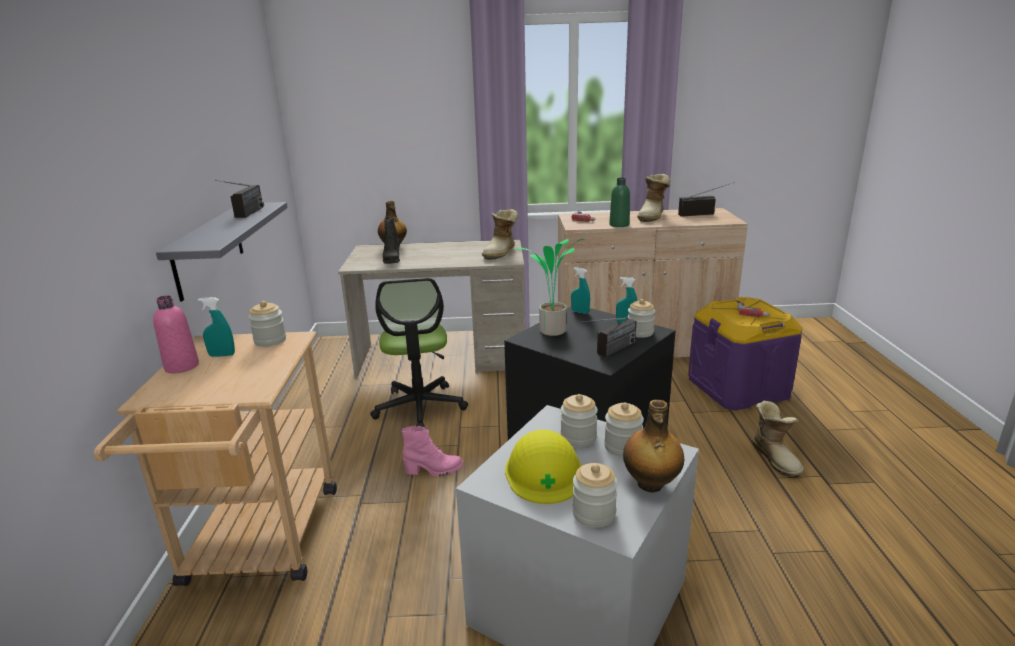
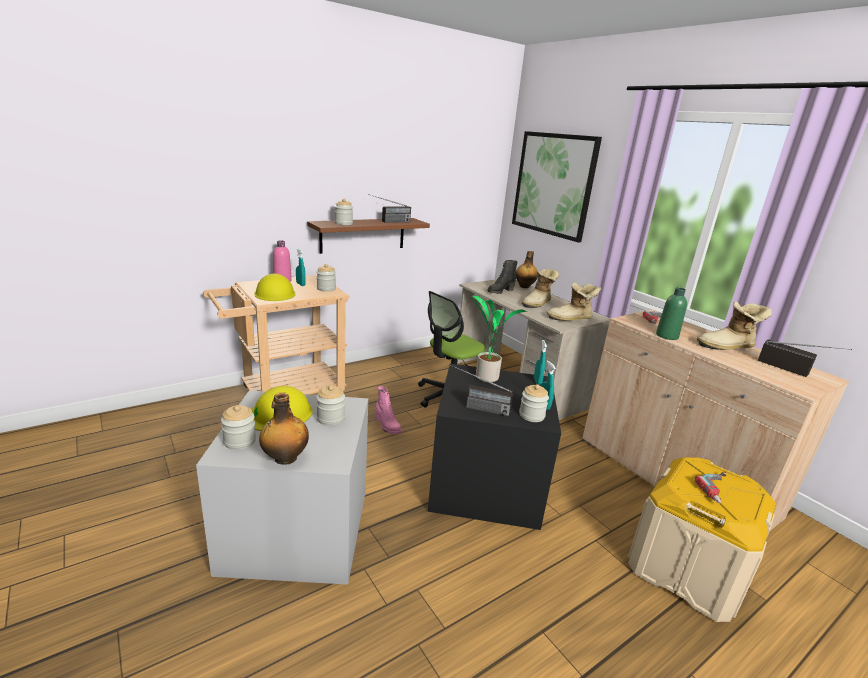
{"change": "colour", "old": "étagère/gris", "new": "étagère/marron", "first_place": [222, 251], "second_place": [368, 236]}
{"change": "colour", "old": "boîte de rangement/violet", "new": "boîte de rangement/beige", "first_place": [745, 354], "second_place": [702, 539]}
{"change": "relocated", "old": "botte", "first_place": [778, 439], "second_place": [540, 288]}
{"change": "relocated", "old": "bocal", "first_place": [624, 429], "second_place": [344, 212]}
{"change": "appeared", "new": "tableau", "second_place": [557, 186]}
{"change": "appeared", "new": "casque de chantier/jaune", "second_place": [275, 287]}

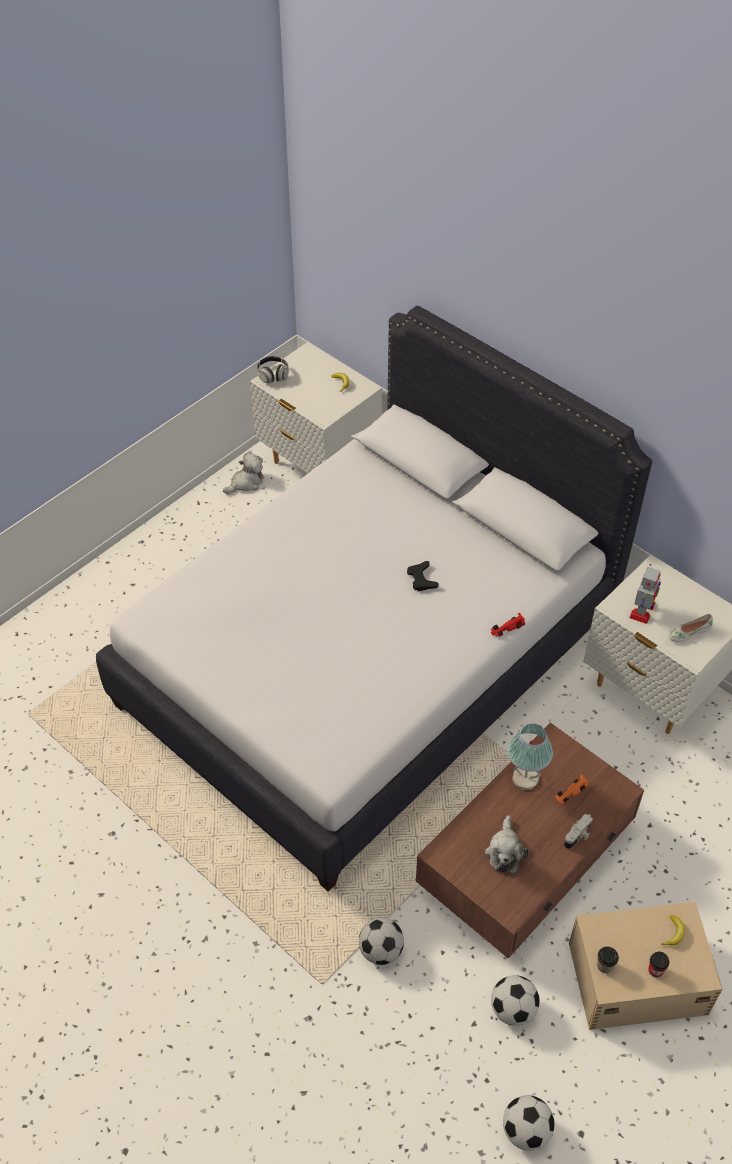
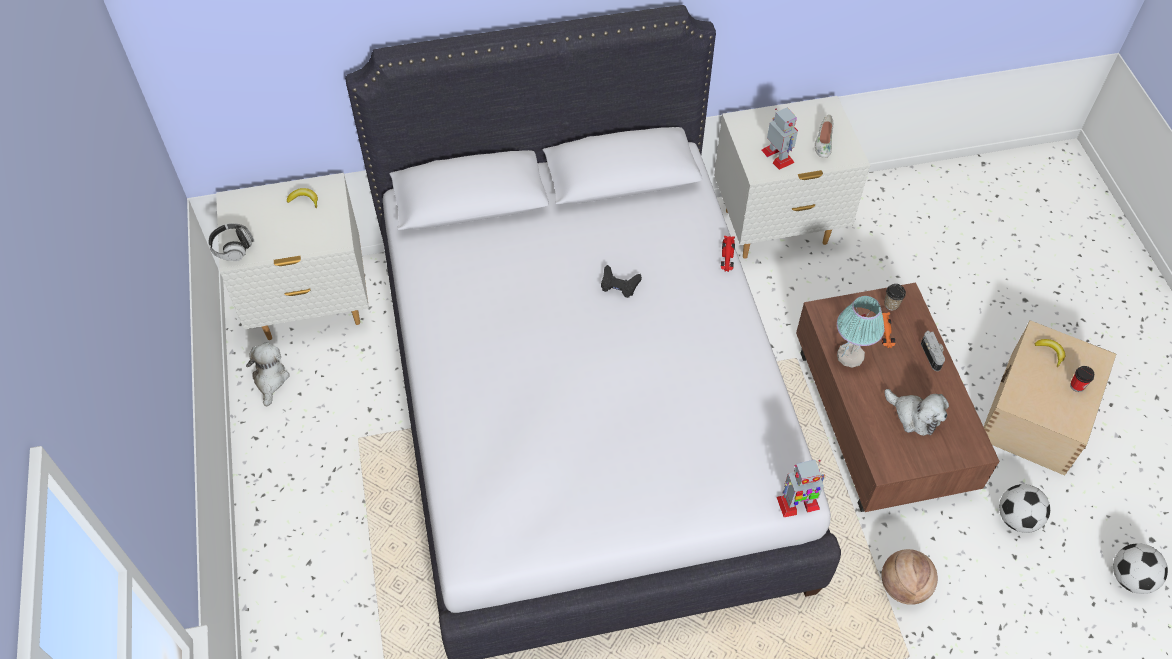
{"change": "exchanged", "old": "ballon de foot", "new": "ballon de basket", "first_place": [381, 941], "second_place": [909, 577]}
{"change": "relocated", "old": "tasse", "first_place": [608, 959], "second_place": [895, 297]}
{"change": "appeared", "new": "robot jouet", "second_place": [800, 488]}

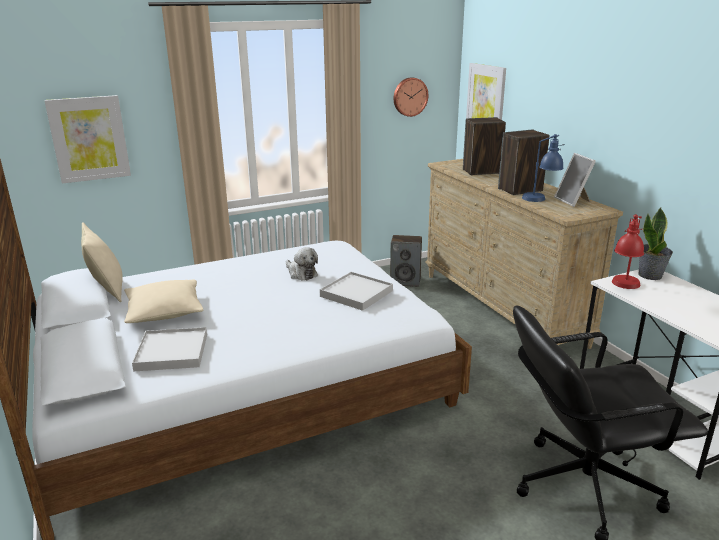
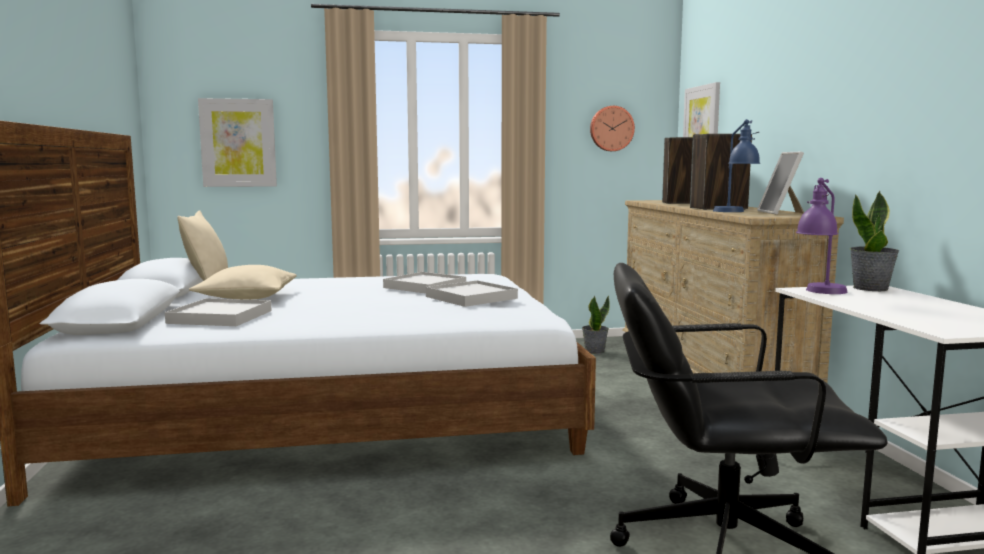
{"change": "colour", "old": "lampe de table/rouge", "new": "lampe de table/violet", "first_place": [628, 251], "second_place": [821, 236]}
{"change": "exchanged", "old": "enceinte", "new": "plante en pot", "first_place": [406, 261], "second_place": [596, 325]}
{"change": "exchanged", "old": "peluche", "new": "plateau/blanc", "first_place": [302, 263], "second_place": [424, 283]}

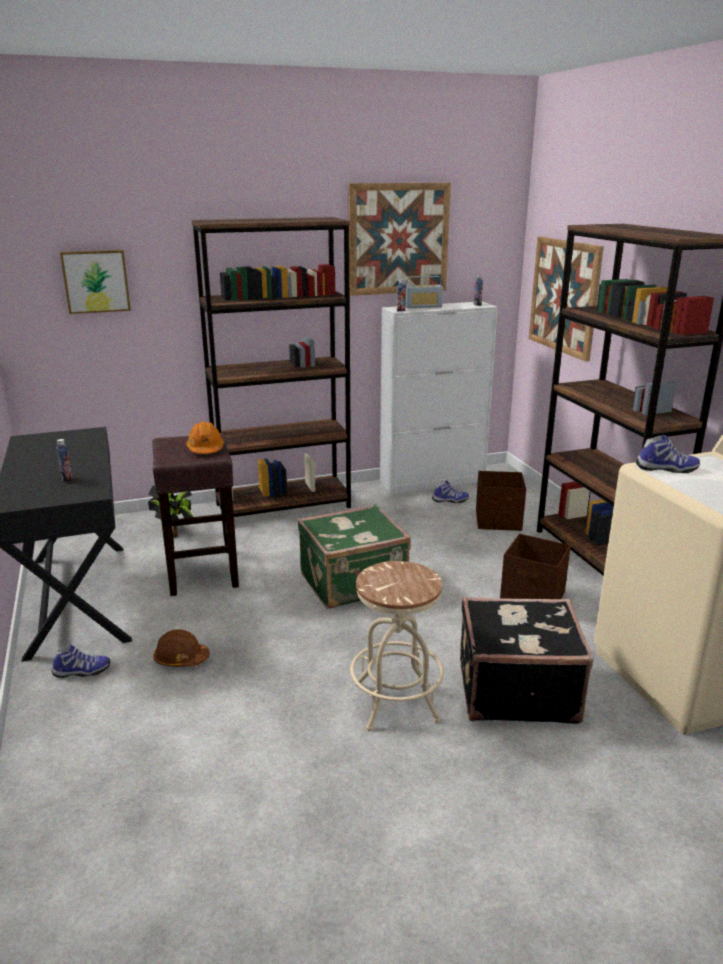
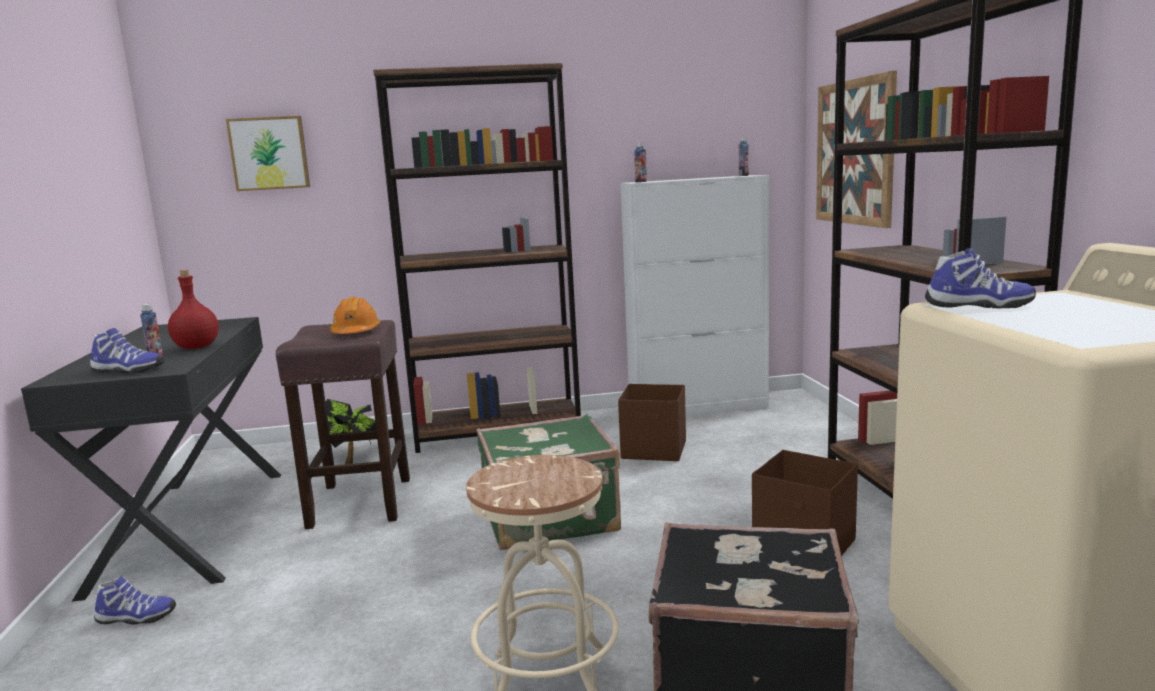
{"change": "missing", "old": "tableau", "first_place": [399, 239]}
{"change": "missing", "old": "radio", "first_place": [424, 292]}
{"change": "relocated", "old": "boîte de rangement/marron", "first_place": [501, 501], "second_place": [652, 422]}
{"change": "relocated", "old": "chaussure", "first_place": [450, 491], "second_place": [127, 350]}
{"change": "missing", "old": "casque de chantier/marron", "first_place": [181, 648]}
{"change": "appeared", "new": "bouteille/rouge", "second_place": [193, 309]}

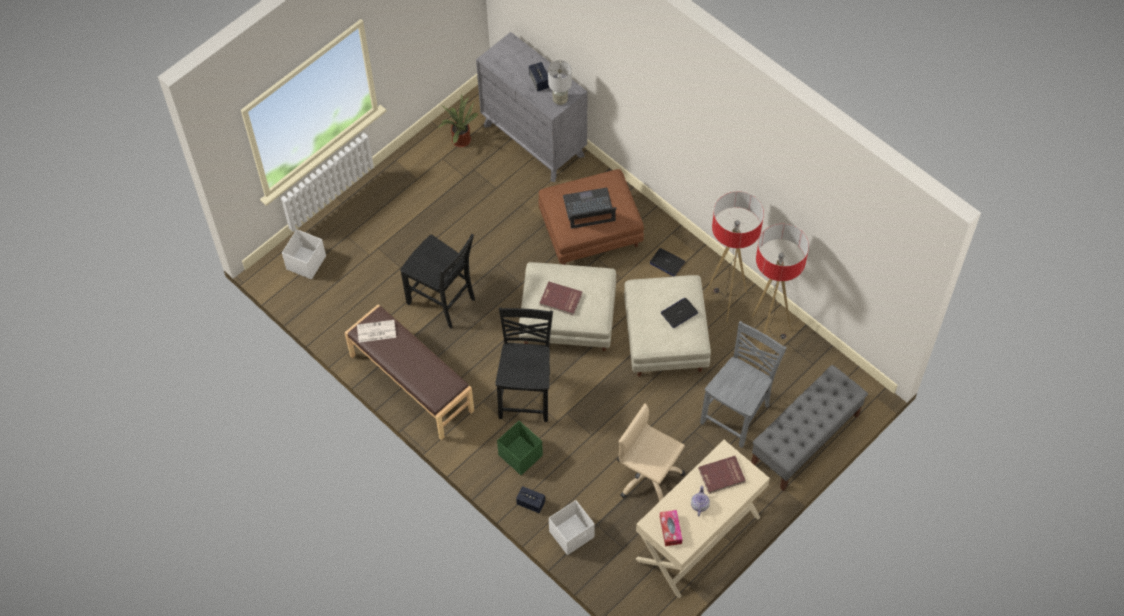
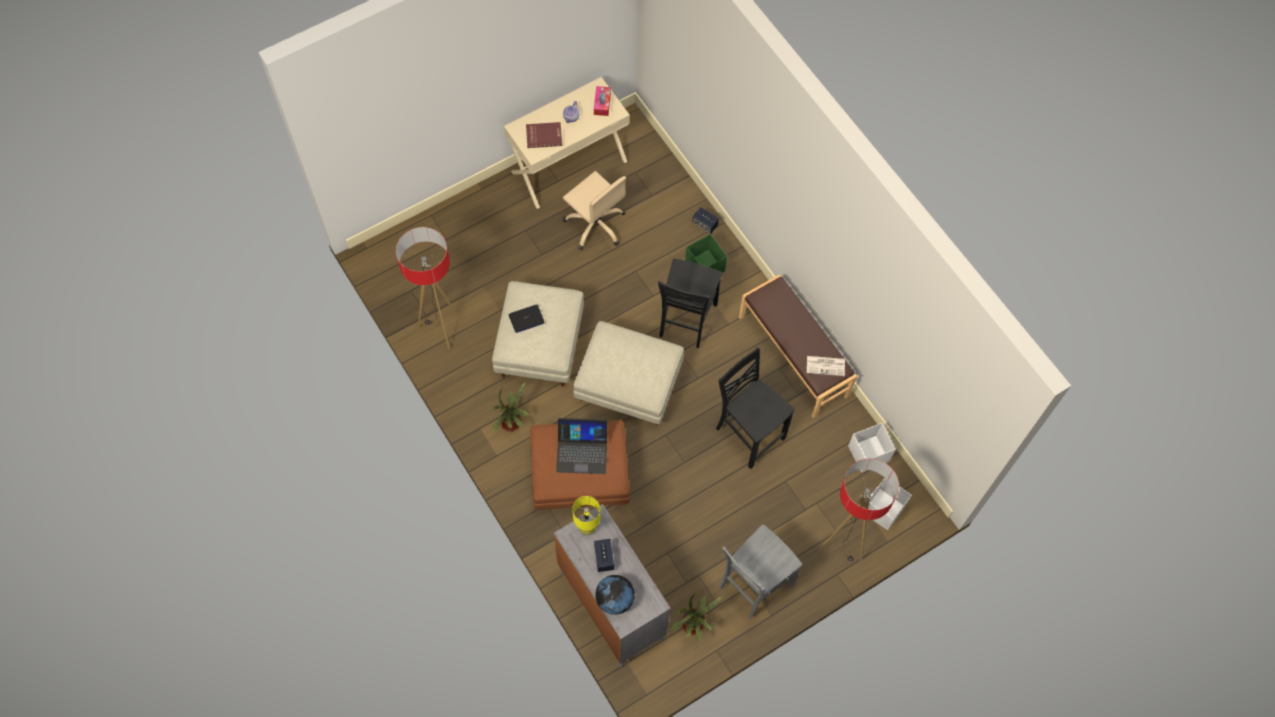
{"change": "colour", "old": "lampe de table/gris", "new": "lampe de table/jaune", "first_place": [560, 82], "second_place": [586, 515]}
{"change": "relocated", "old": "lampadaire", "first_place": [735, 257], "second_place": [859, 510]}
{"change": "exchanged", "old": "ordinateur portable", "new": "plante en pot", "first_place": [667, 262], "second_place": [510, 406]}
{"change": "missing", "old": "livre/rouge", "first_place": [561, 299]}
{"change": "relocated", "old": "chaise/gris", "first_place": [743, 384], "second_place": [760, 572]}
{"change": "missing", "old": "banc/gris", "first_place": [809, 428]}
{"change": "relocated", "old": "boîte de rangement/blanc", "first_place": [572, 527], "second_place": [872, 447]}
{"change": "appeared", "new": "globe", "second_place": [615, 595]}

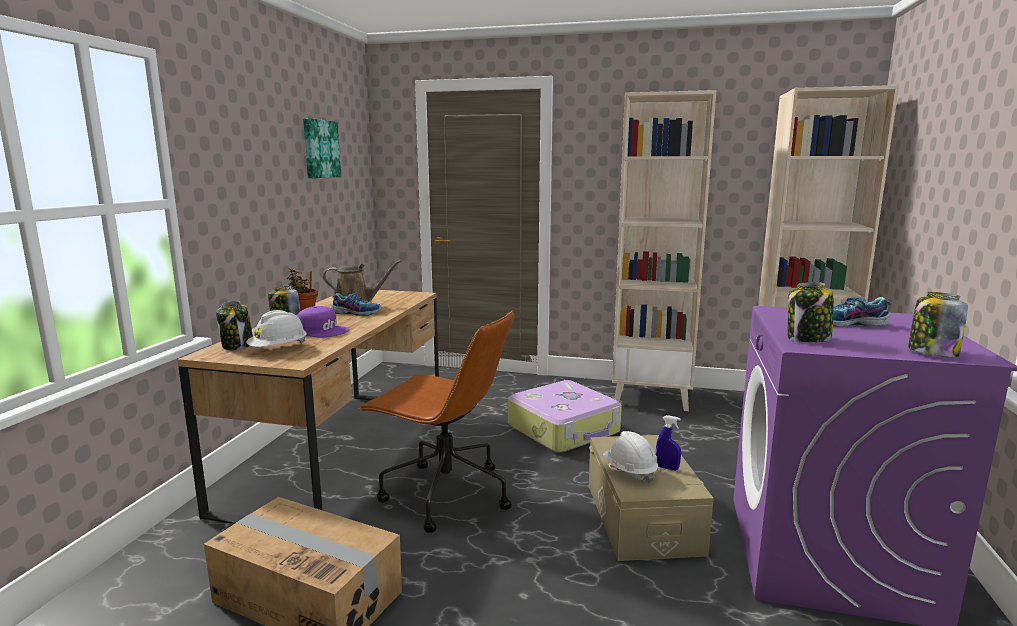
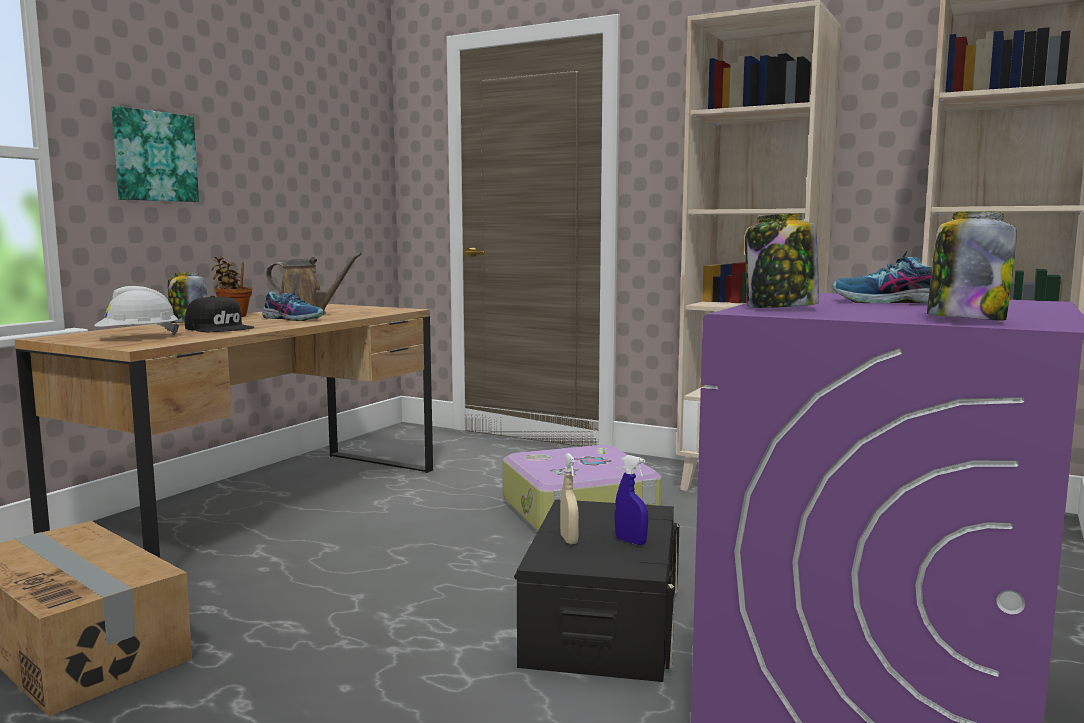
{"change": "relocated", "old": "tableau", "first_place": [322, 148], "second_place": [155, 154]}
{"change": "missing", "old": "bocal", "first_place": [234, 325]}
{"change": "colour", "old": "casquette/violet", "new": "casquette/noir", "first_place": [323, 322], "second_place": [219, 314]}
{"change": "missing", "old": "chaise de bureau/marron", "first_place": [436, 421]}
{"change": "exchanged", "old": "casque de chantier/blanc", "new": "vaporisateur/beige", "first_place": [630, 457], "second_place": [569, 498]}
{"change": "colour", "old": "boîte de rangement/beige", "new": "boîte de rangement/noir", "first_place": [651, 498], "second_place": [596, 590]}

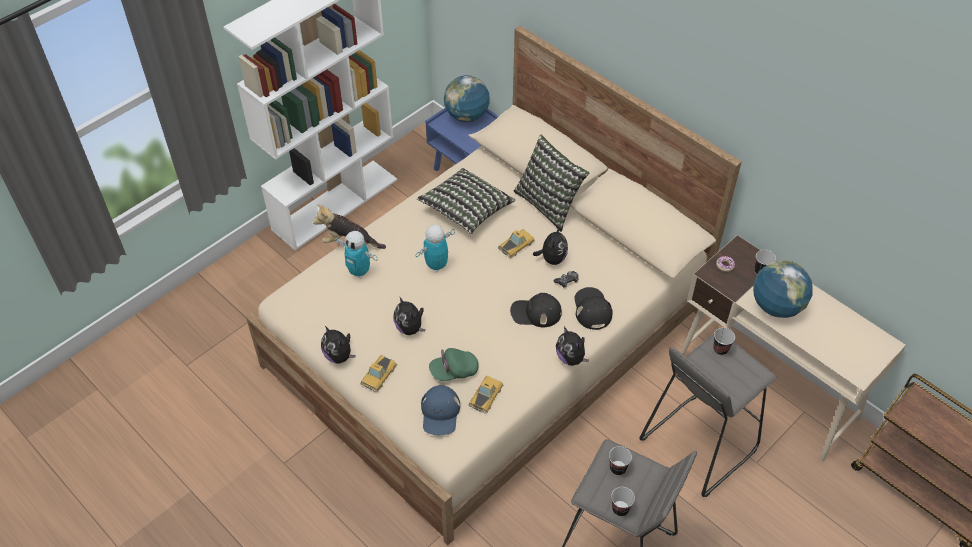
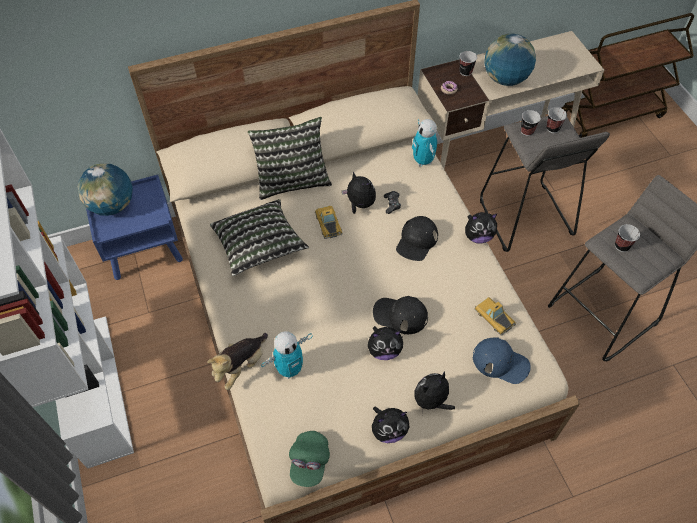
{"change": "relocated", "old": "robot jouet", "first_place": [435, 248], "second_place": [424, 142]}
{"change": "relocated", "old": "casquette/noir", "first_place": [593, 308], "second_place": [400, 315]}
{"change": "relocated", "old": "casquette/vert", "first_place": [454, 364], "second_place": [309, 459]}
{"change": "exchanged", "old": "petite voiture", "new": "peluche", "first_place": [378, 373], "second_place": [434, 390]}
{"change": "relocated", "old": "tasse", "first_place": [623, 501], "second_place": [556, 120]}

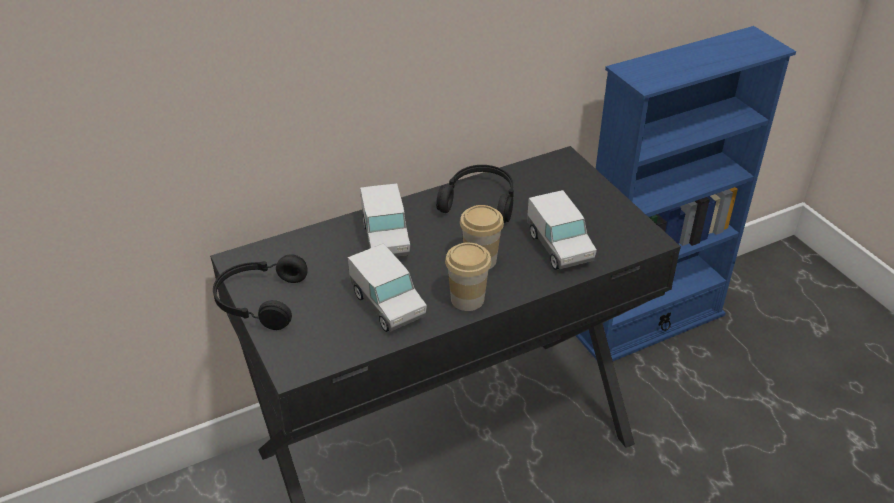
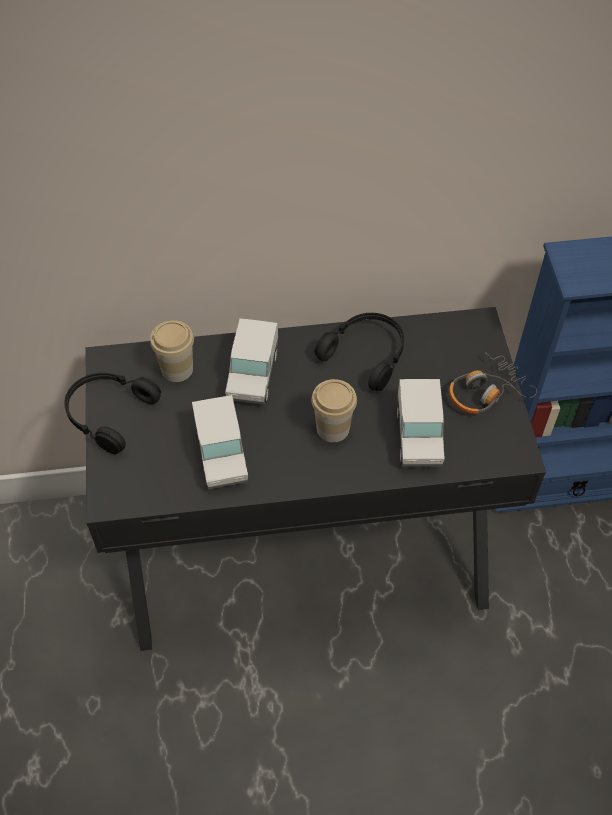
{"change": "relocated", "old": "tasse", "first_place": [468, 276], "second_place": [172, 351]}
{"change": "appeared", "new": "casque audio", "second_place": [493, 383]}

